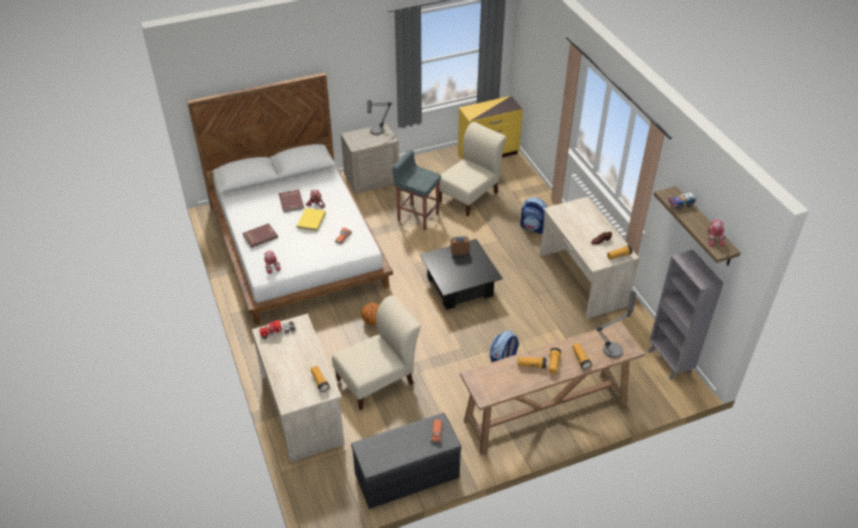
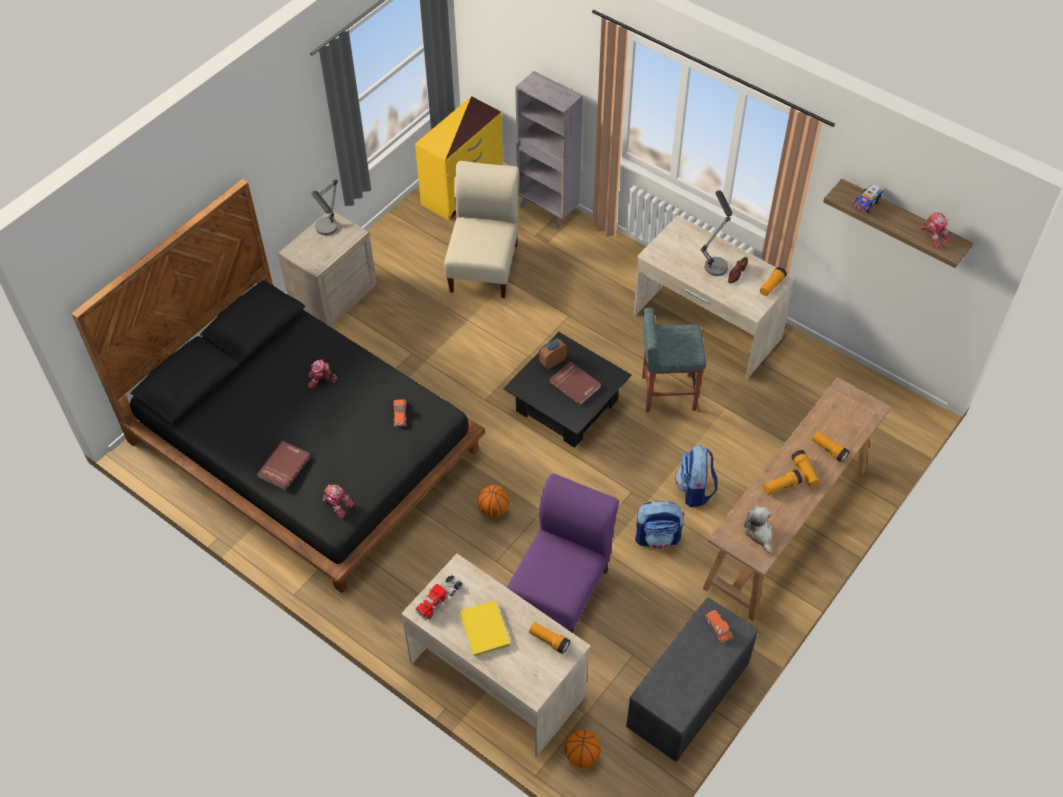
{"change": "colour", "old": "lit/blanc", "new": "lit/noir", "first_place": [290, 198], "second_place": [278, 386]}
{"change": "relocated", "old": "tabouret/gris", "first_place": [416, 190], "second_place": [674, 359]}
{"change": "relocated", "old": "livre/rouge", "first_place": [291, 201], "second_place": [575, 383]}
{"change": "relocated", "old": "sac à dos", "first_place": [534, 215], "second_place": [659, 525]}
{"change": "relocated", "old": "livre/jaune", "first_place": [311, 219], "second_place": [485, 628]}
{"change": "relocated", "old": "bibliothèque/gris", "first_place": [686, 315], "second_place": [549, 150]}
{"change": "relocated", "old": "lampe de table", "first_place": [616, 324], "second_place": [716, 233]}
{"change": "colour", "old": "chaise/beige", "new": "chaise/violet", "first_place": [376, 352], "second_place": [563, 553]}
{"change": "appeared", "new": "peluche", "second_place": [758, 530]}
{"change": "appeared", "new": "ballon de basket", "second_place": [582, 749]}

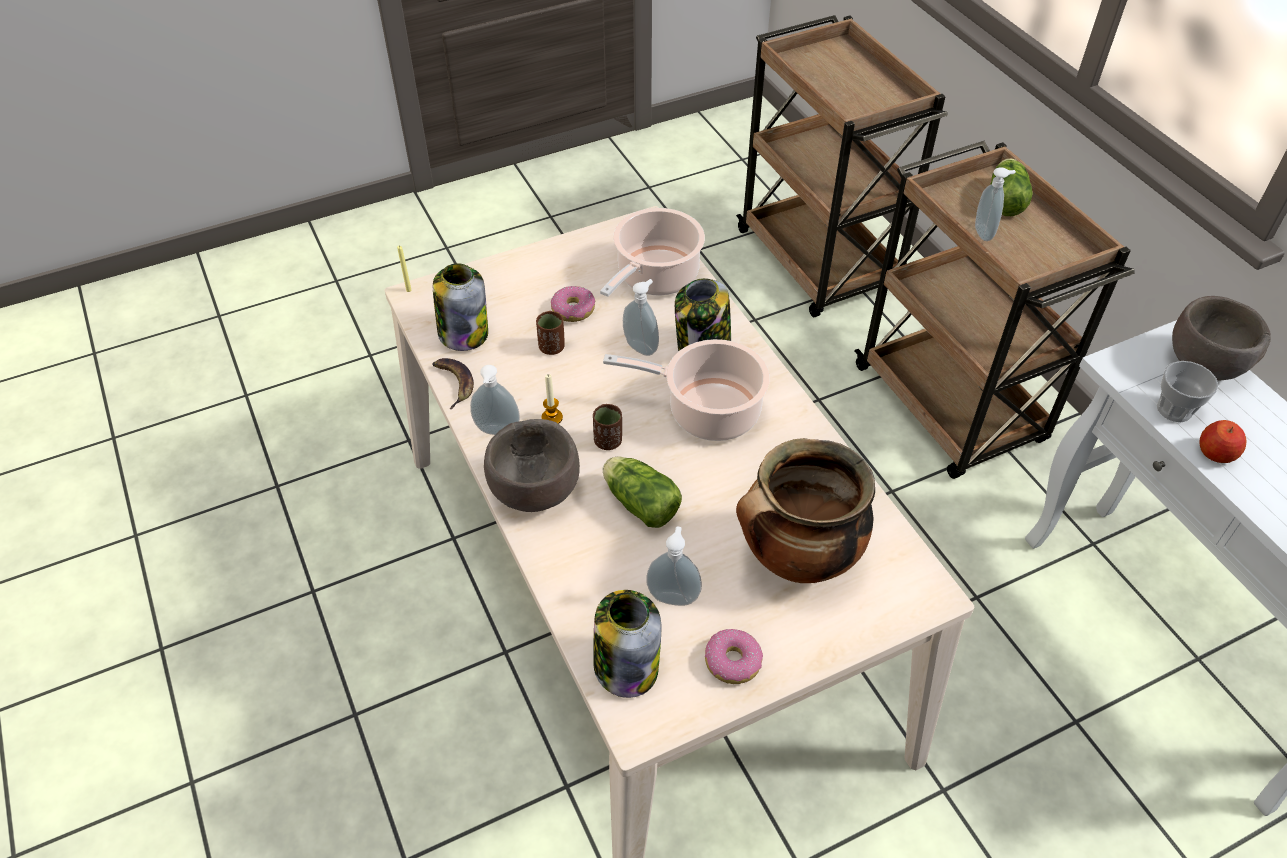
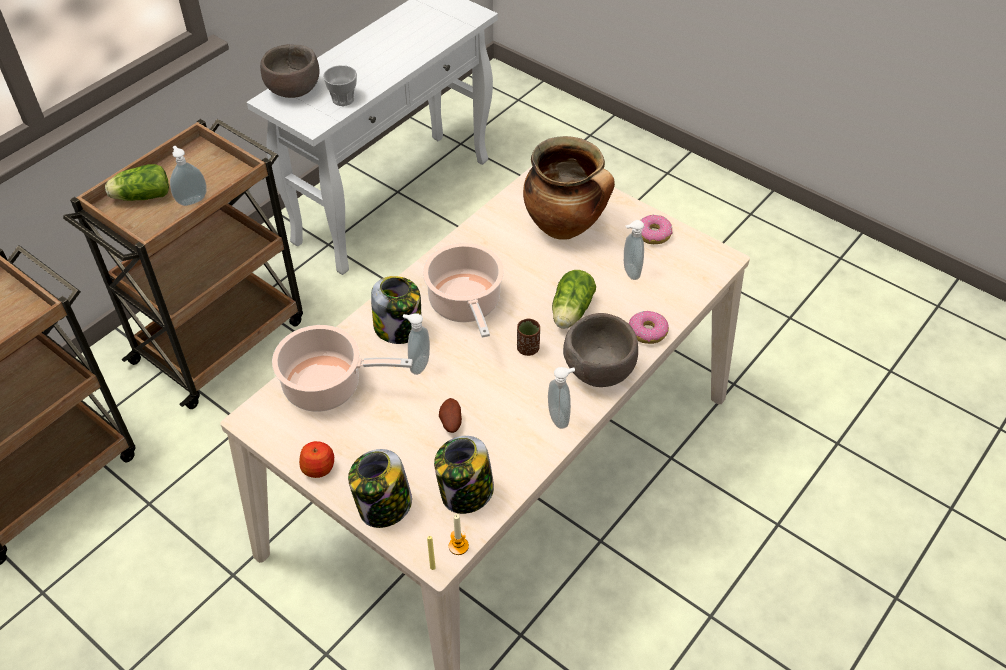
{"change": "relocated", "old": "beignet", "first_place": [573, 304], "second_place": [649, 327]}
{"change": "exchanged", "old": "tasse/marron", "new": "pomme de terre", "first_place": [550, 333], "second_place": [450, 415]}
{"change": "missing", "old": "banane", "first_place": [453, 383]}
{"change": "relocated", "old": "bougie", "first_place": [552, 399], "second_place": [459, 534]}
{"change": "relocated", "old": "pomme", "first_place": [1222, 441], "second_place": [316, 459]}
{"change": "relocated", "old": "bocal", "first_place": [627, 644], "second_place": [380, 488]}

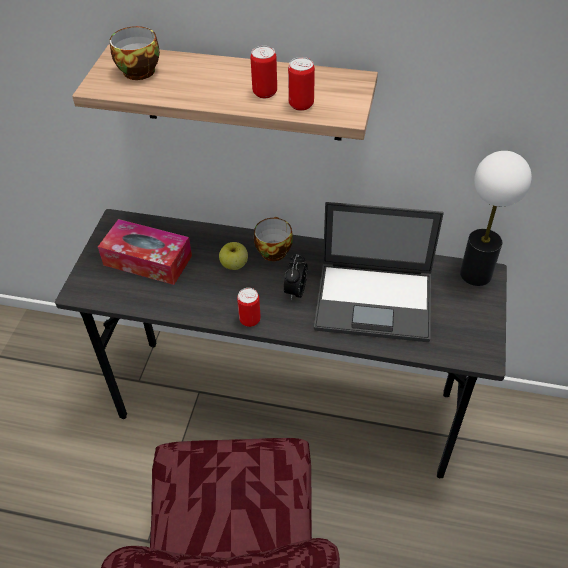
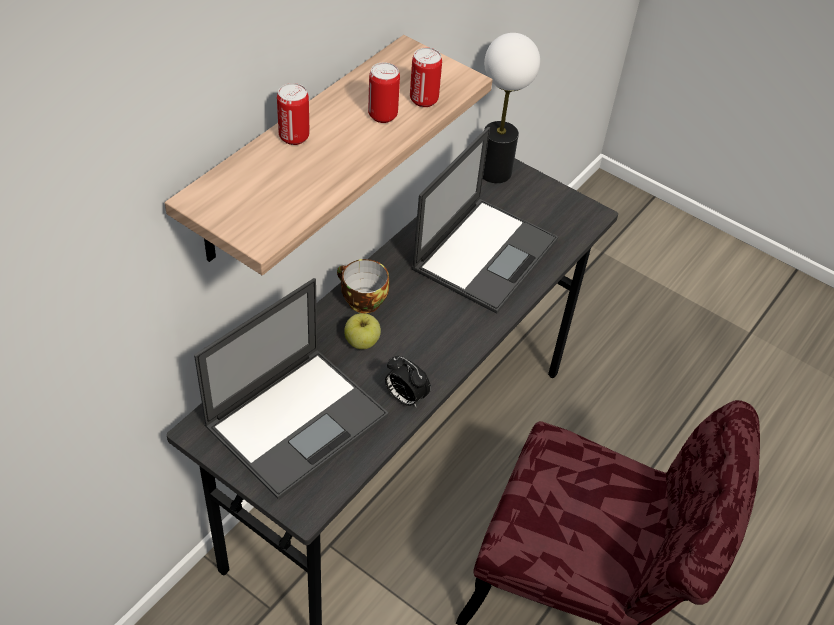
{"change": "missing", "old": "tasse", "first_place": [135, 53]}
{"change": "exchanged", "old": "boîte à mouchoirs", "new": "ordinateur portable", "first_place": [145, 252], "second_place": [291, 389]}
{"change": "relocated", "old": "réveil", "first_place": [296, 277], "second_place": [408, 382]}
{"change": "relocated", "old": "boîte métallique", "first_place": [249, 307], "second_place": [293, 114]}

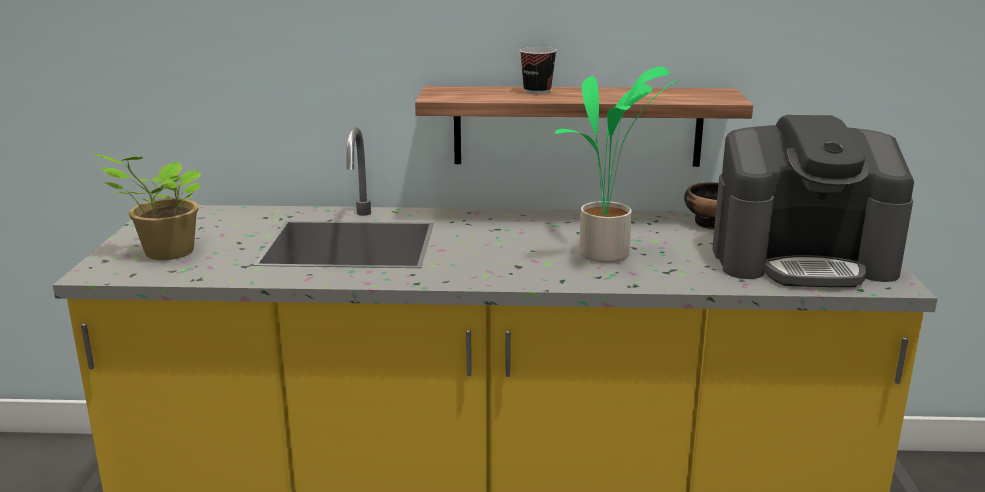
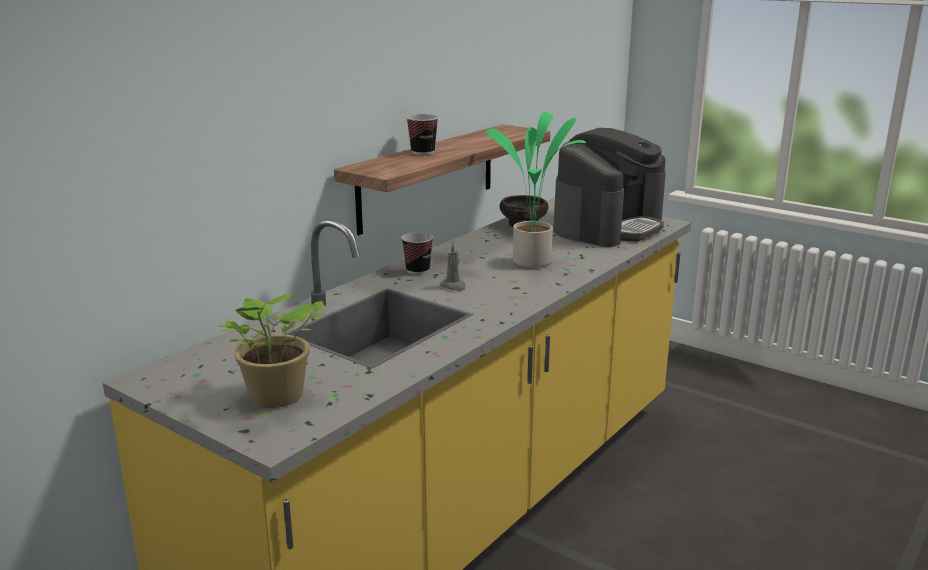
{"change": "appeared", "new": "tasse", "second_place": [417, 253]}
{"change": "appeared", "new": "bougie/gris", "second_place": [452, 266]}

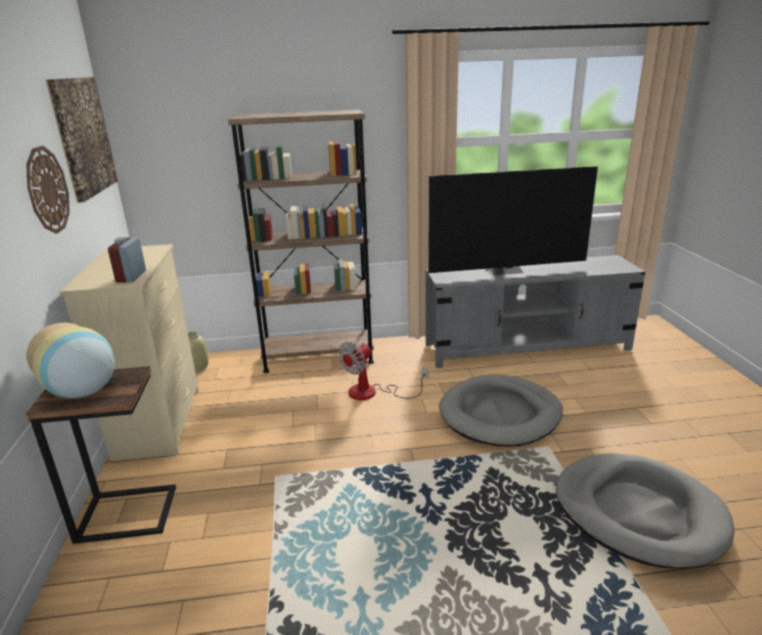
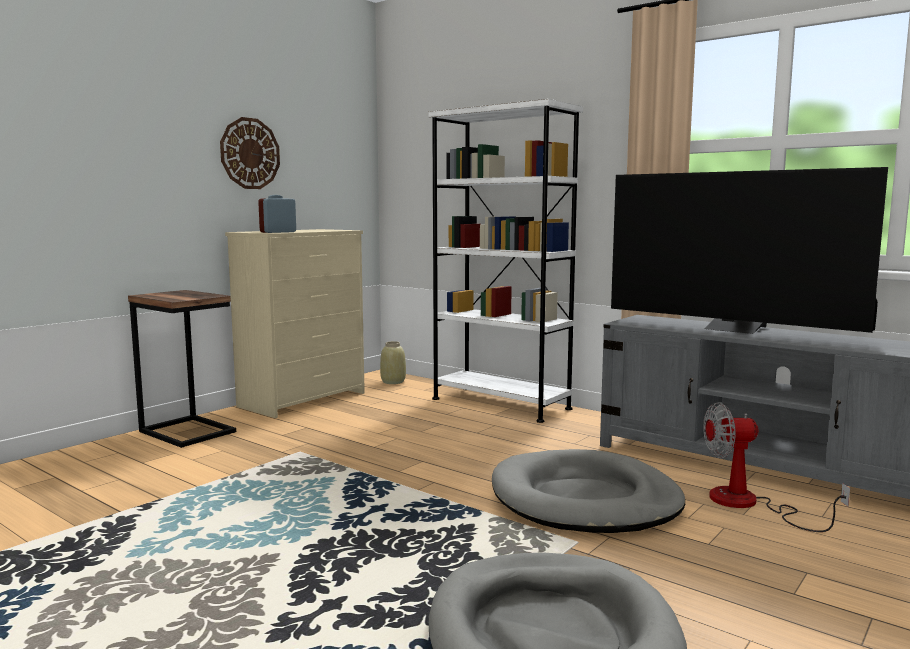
{"change": "missing", "old": "tableau", "first_place": [82, 140]}
{"change": "colour", "old": "bibliothèque/marron", "new": "bibliothèque/blanc", "first_place": [301, 241], "second_place": [505, 261]}
{"change": "missing", "old": "vase", "first_place": [70, 360]}
{"change": "relocated", "old": "ventilateur", "first_place": [383, 371], "second_place": [776, 467]}

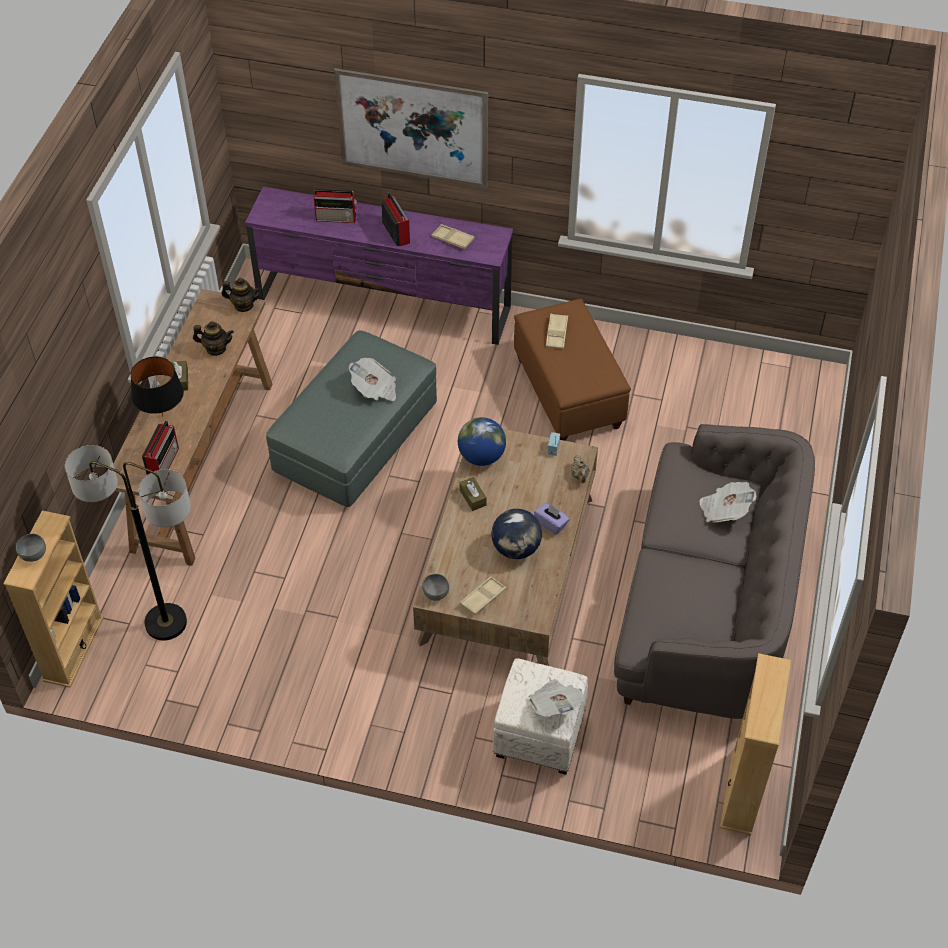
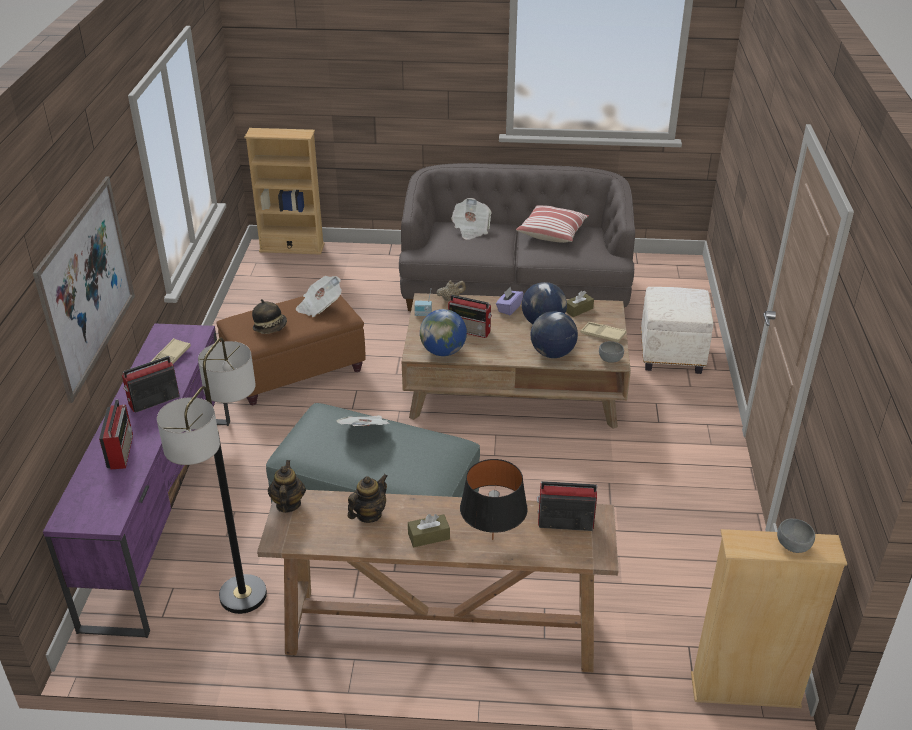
{"change": "exchanged", "old": "plateau/beige", "new": "chapeau", "first_place": [557, 331], "second_place": [269, 316]}
{"change": "spun", "old": "théière", "first_place": [213, 338], "second_place": [367, 498], "degrees": 45}
{"change": "relocated", "old": "lampadaire", "first_place": [128, 543], "second_place": [212, 476]}
{"change": "relocated", "old": "boîte à mouchoirs/marron", "first_place": [473, 494], "second_place": [580, 304]}
{"change": "relocated", "old": "bibliothèque/beige", "first_place": [755, 744], "second_place": [284, 191]}
{"change": "relocated", "old": "journal", "first_place": [556, 698], "second_place": [319, 296]}
{"change": "appeared", "new": "coussin", "second_place": [552, 224]}
{"change": "appeared", "new": "radio", "second_place": [470, 316]}
{"change": "appeared", "new": "globe", "second_place": [554, 334]}

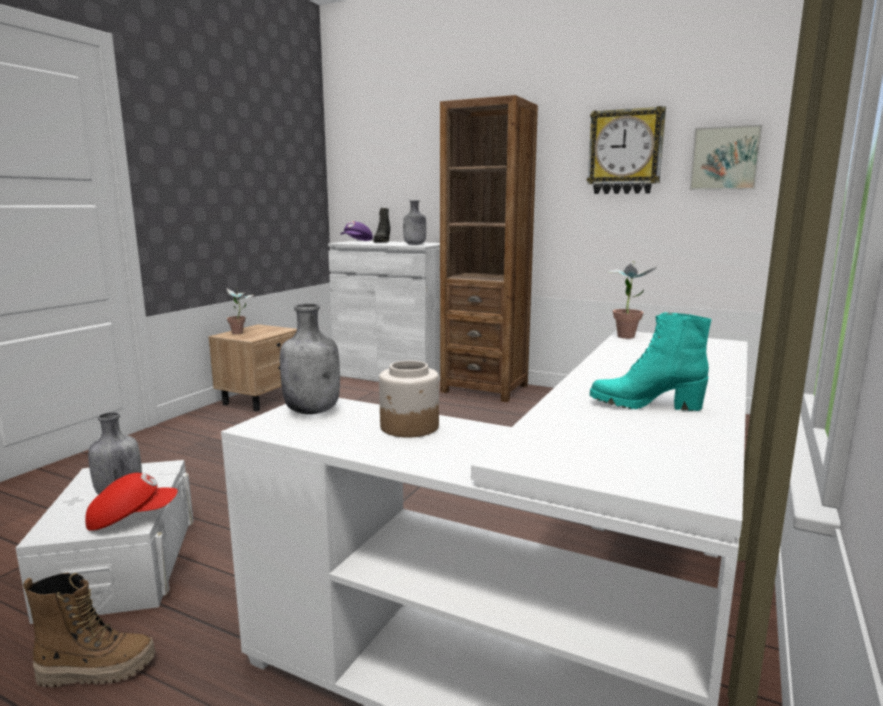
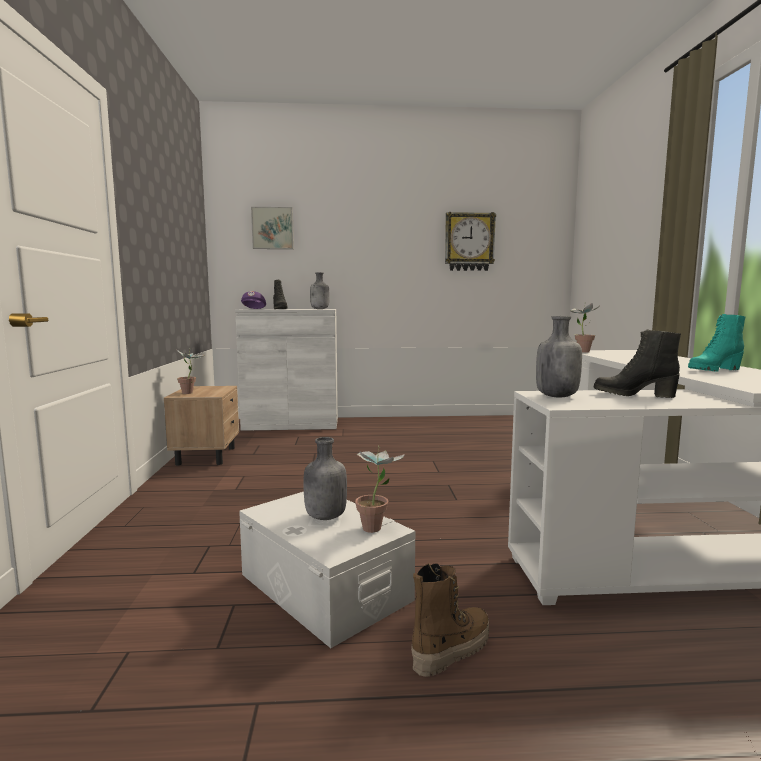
{"change": "missing", "old": "bibliothèque/marron", "first_place": [489, 248]}
{"change": "relocated", "old": "tableau", "first_place": [726, 157], "second_place": [272, 228]}
{"change": "exchanged", "old": "bocal", "new": "botte/noir", "first_place": [409, 399], "second_place": [637, 363]}
{"change": "exchanged", "old": "casquette/rouge", "new": "plante en pot", "first_place": [131, 502], "second_place": [379, 489]}

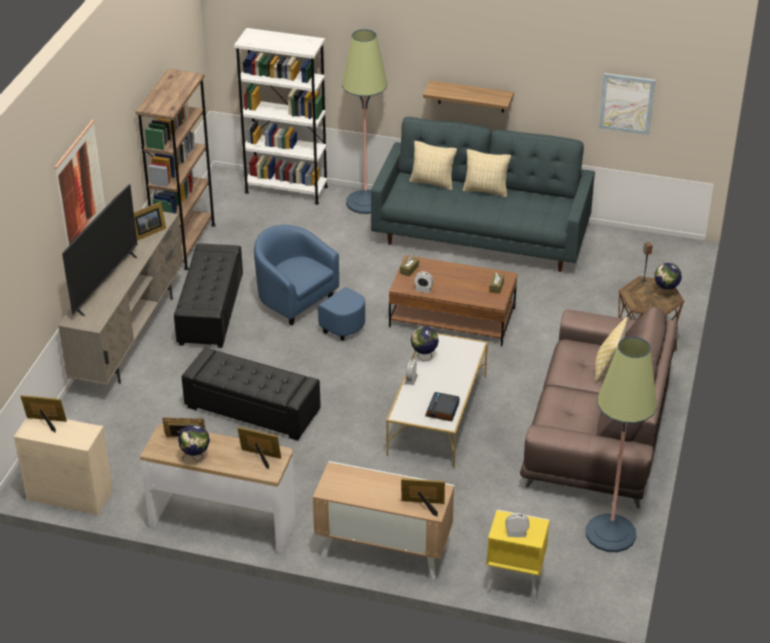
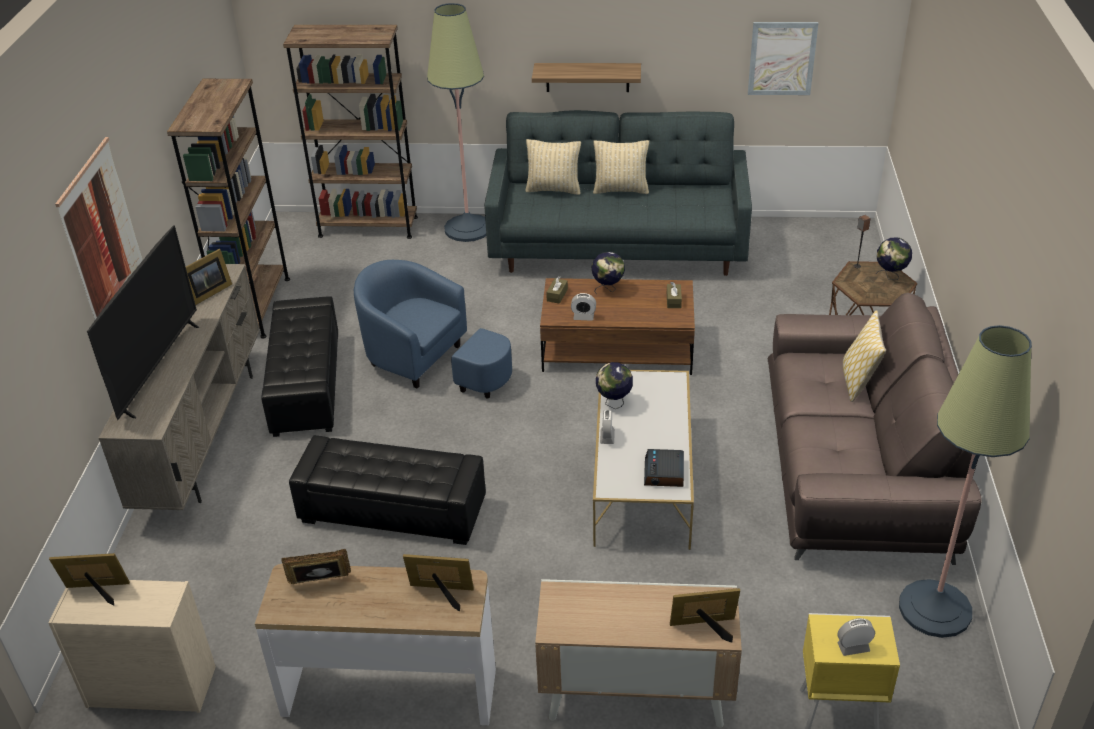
{"change": "colour", "old": "bibliothèque/blanc", "new": "bibliothèque/marron", "first_place": [281, 116], "second_place": [350, 132]}
{"change": "relocated", "old": "globe", "first_place": [194, 443], "second_place": [608, 272]}

